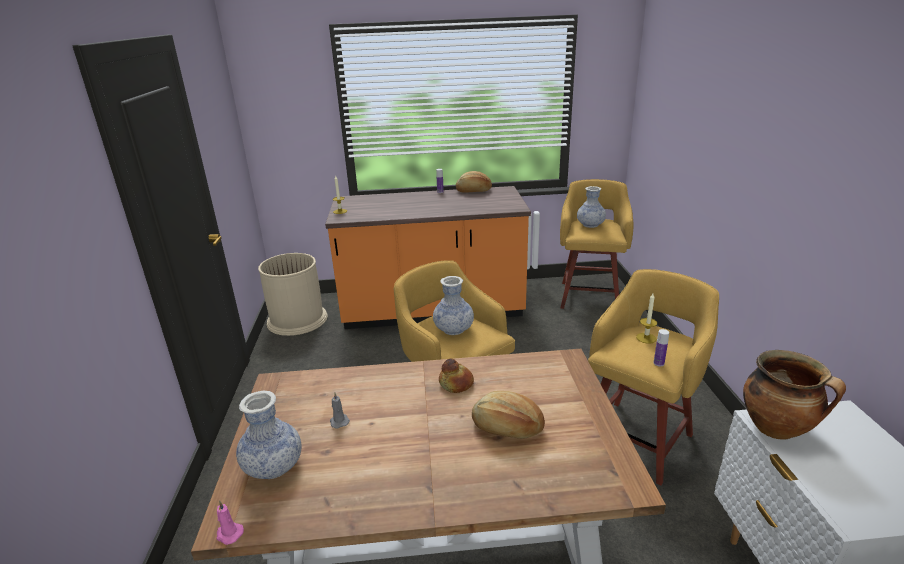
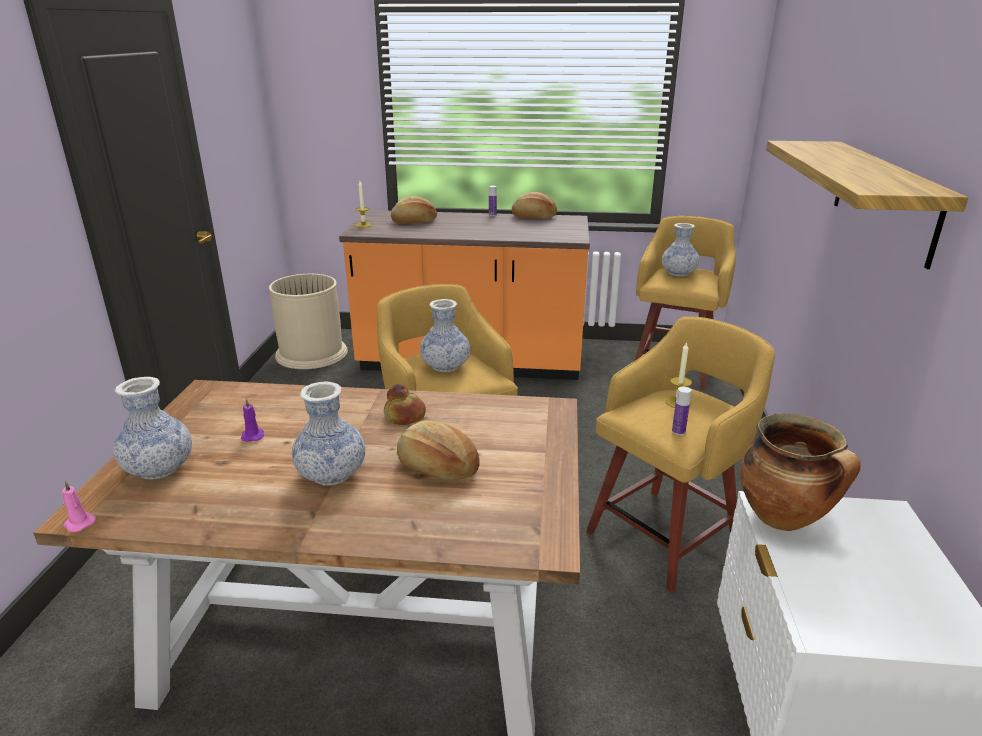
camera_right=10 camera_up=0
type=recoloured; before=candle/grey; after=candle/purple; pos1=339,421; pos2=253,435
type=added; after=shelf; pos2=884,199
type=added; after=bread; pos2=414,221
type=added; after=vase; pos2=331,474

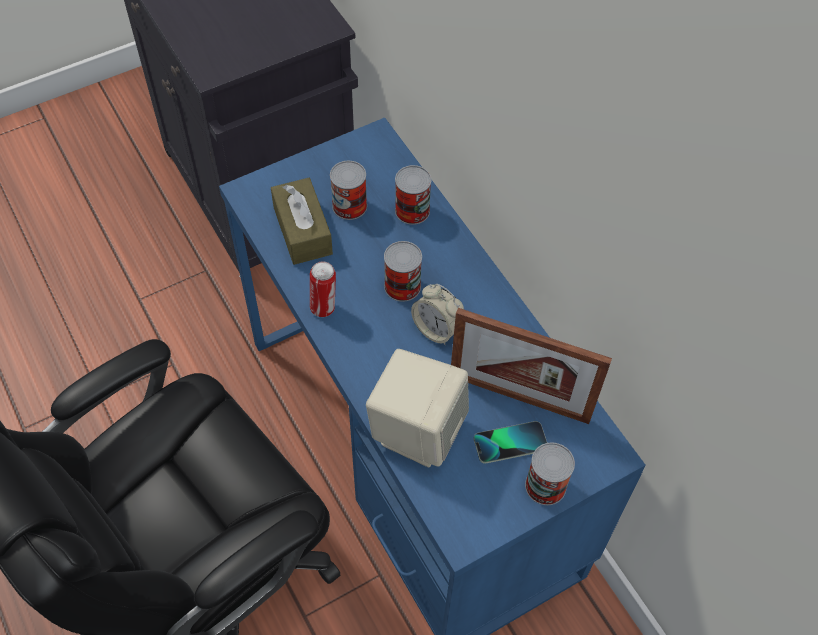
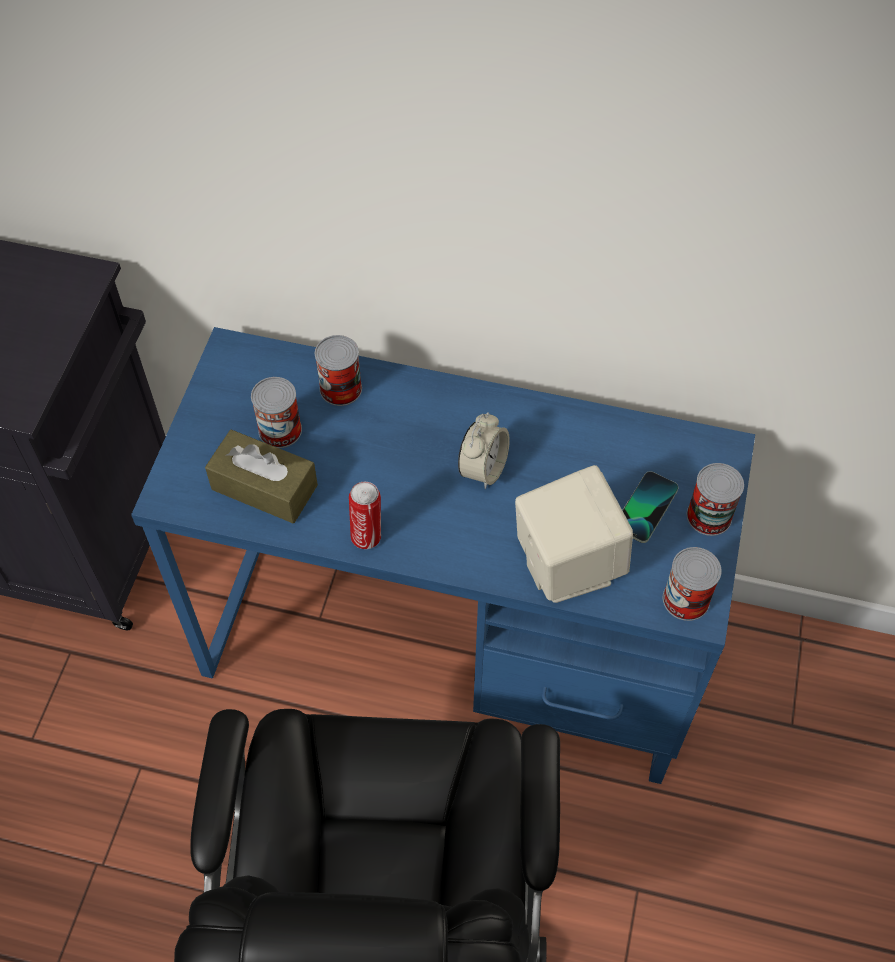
camera_right=-45 camera_up=0
type=moved; before=can; pos1=402,286; pos2=686,599
type=turned; before=alarm clock; pos1=437,329; pos2=483,469; turn=-60
type=removed; before=picture frame; pos1=519,397

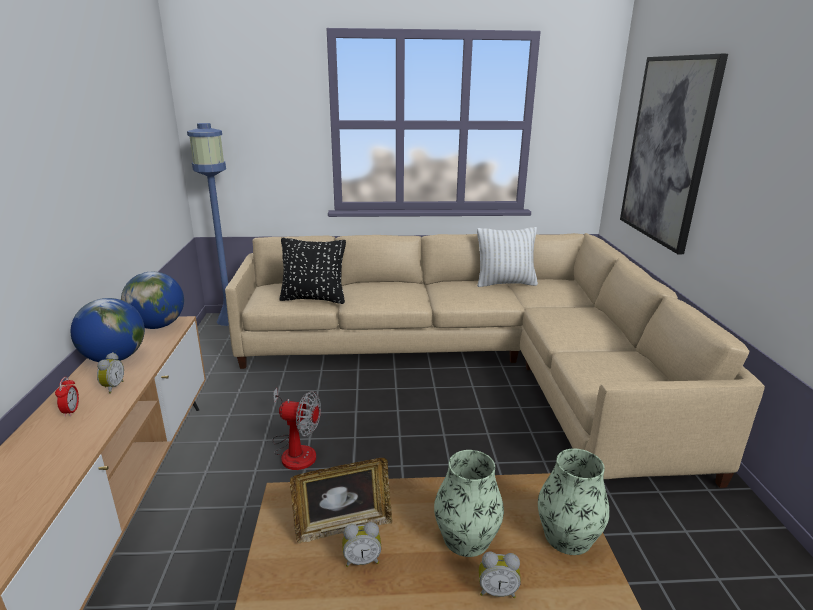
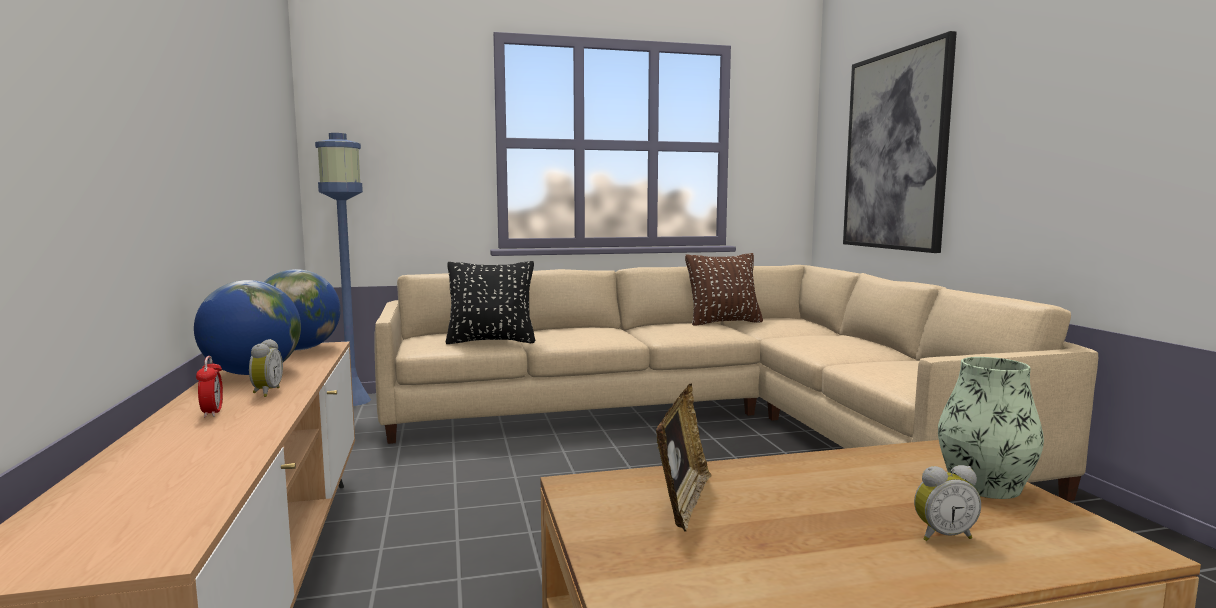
camera_right=-10 camera_up=-15
type=recoloured; before=pillow/white; after=pillow/brown; pos1=505,283; pos2=723,322
type=removed; before=fan; pos1=295,450
type=removed; before=vase; pos1=466,538
type=turned; before=picture frame; pos1=343,526; pos2=683,502; turn=-45
type=removed; before=alarm clock; pos1=362,560

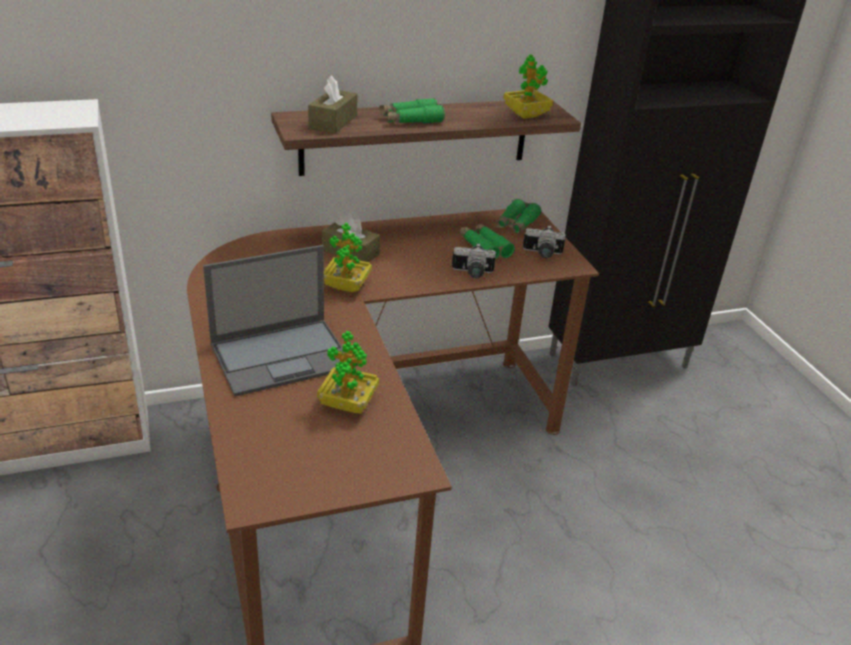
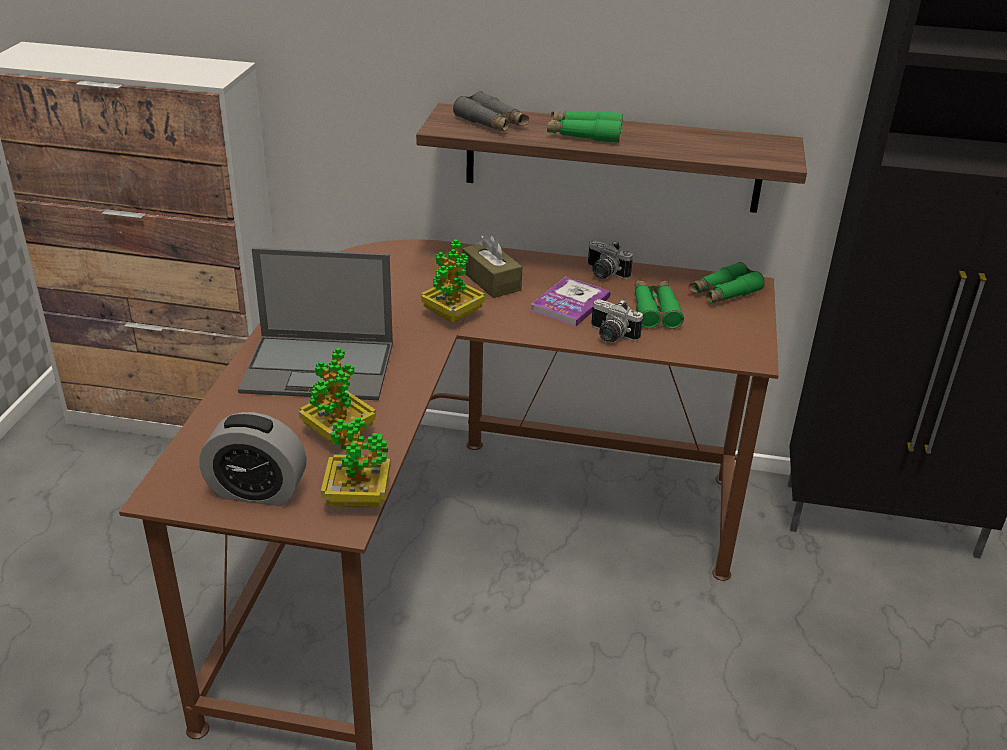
camera_right=30 camera_up=0
type=moved; before=potted plant; pos1=526,115; pos2=357,498
type=replaced; before=tissue box/brown; after=binoculars/grey; pos1=333,122; pos2=491,123
type=moved; before=photo camera; pos1=542,254; pos2=603,274
type=added; after=book; pos2=570,303
type=added; after=alarm clock; pos2=257,491

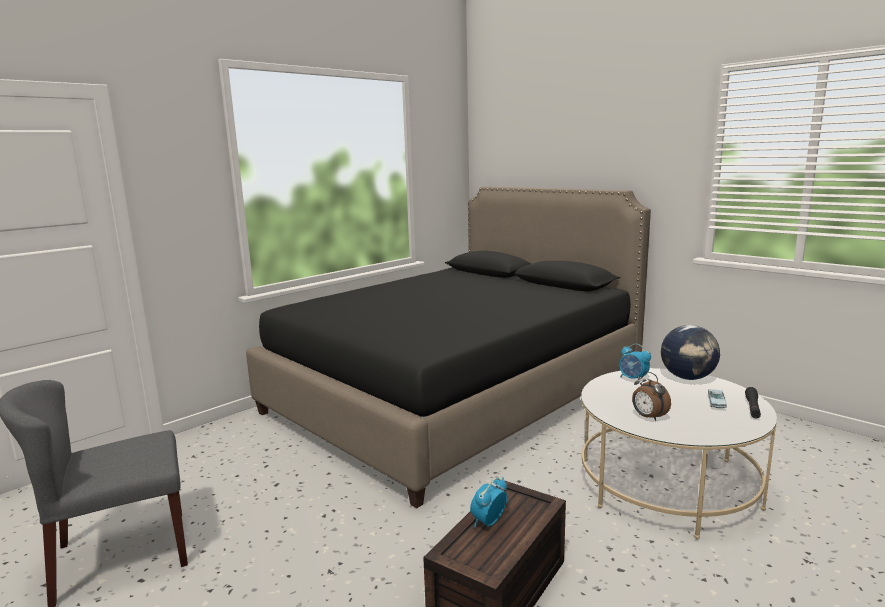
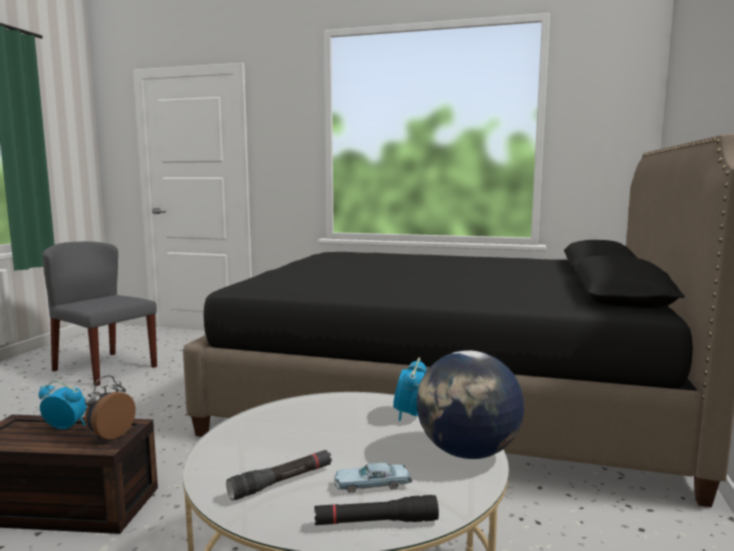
camera_right=60 camera_up=-5
type=moved; before=alarm clock; pos1=648,417; pos2=110,435
type=added; after=flashlight/black; pos2=282,482

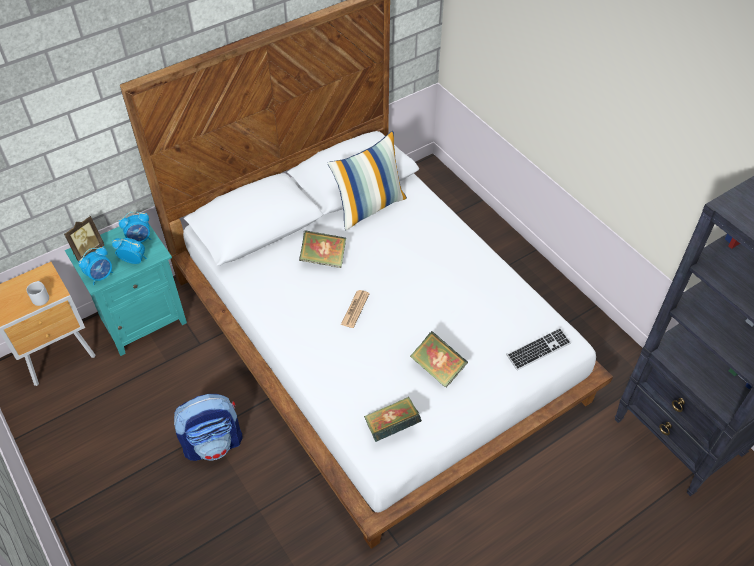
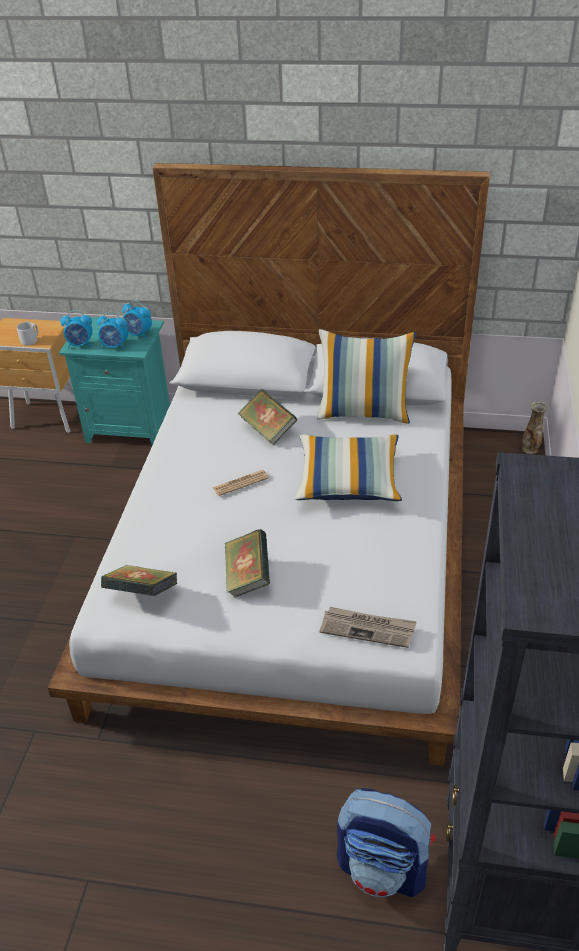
camera_right=45 camera_up=-10
type=removed; before=picture frame; pos1=88,251
type=turned; before=alarm clock; pos1=133,260; pos2=115,346; turn=135
type=replaced; before=keyboard; after=newspaper; pos1=538,350; pos2=368,628
type=moved; before=backpack; pos1=214,443; pos2=383,867
type=added; after=vase; pos2=530,449
type=added; after=pillow; pos2=348,480

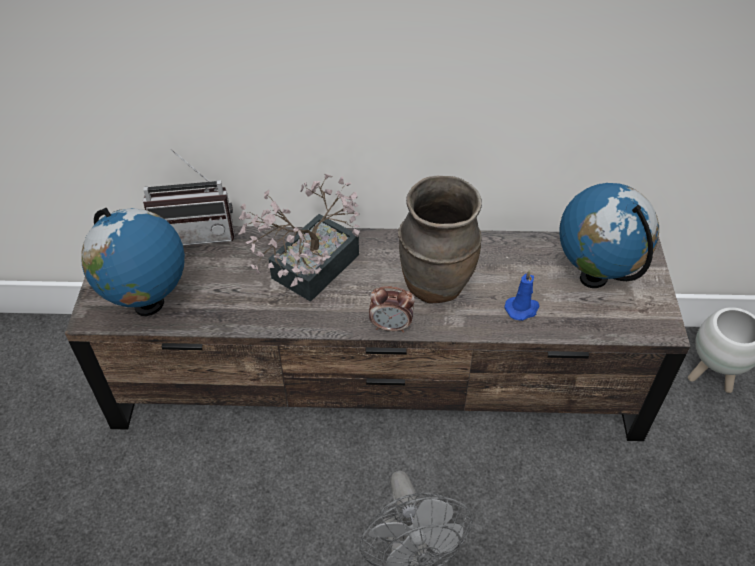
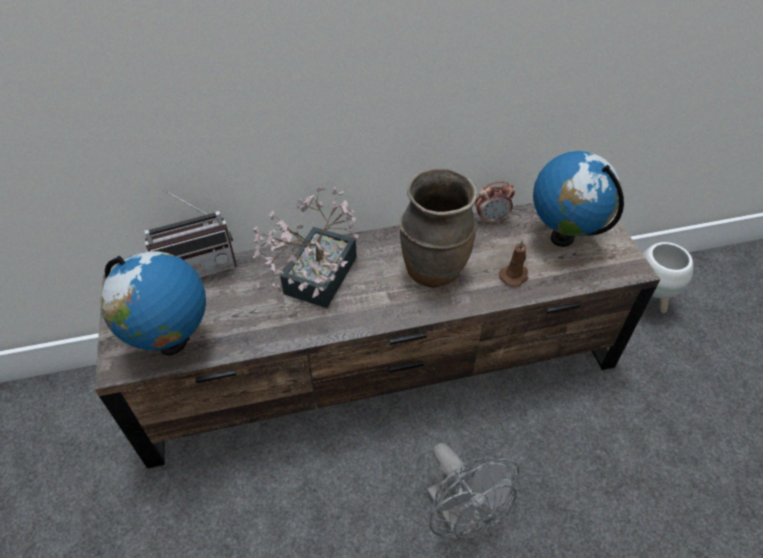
camera_right=-15 camera_up=0
type=recoloured; before=candle/blue; after=candle/brown; pos1=522,308; pos2=514,276
type=moved; before=alarm clock; pos1=391,326; pos2=491,219

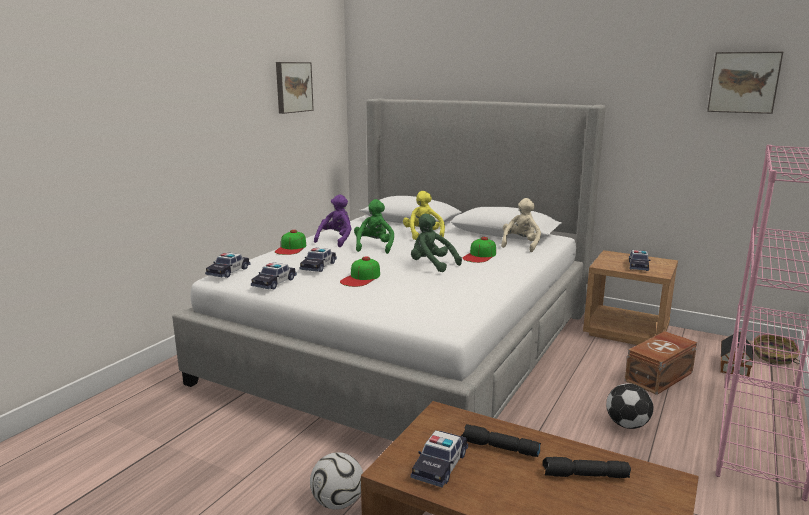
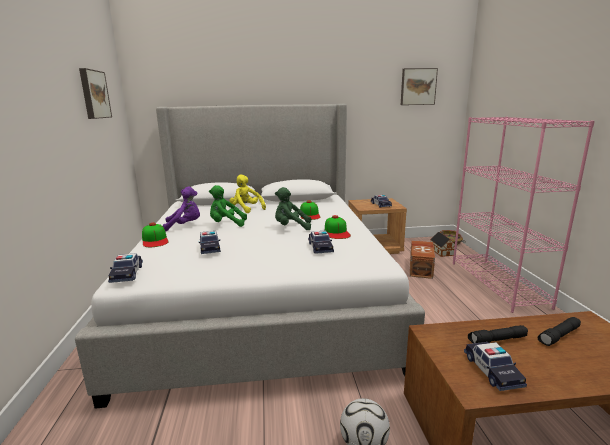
camera_right=-35 camera_up=0
type=turned; before=plush toy/purple; pos1=336,240; pos2=185,226; turn=90
type=removed; before=plush toy/beige; pos1=520,245
type=turned; before=plush toy/green; pos1=374,247; pos2=226,224; turn=-60
type=moved; before=cap; pos1=361,278; pos2=337,232
type=moved; before=toy car; pos1=274,283; pos2=320,247
type=removed; before=football; pos1=627,424

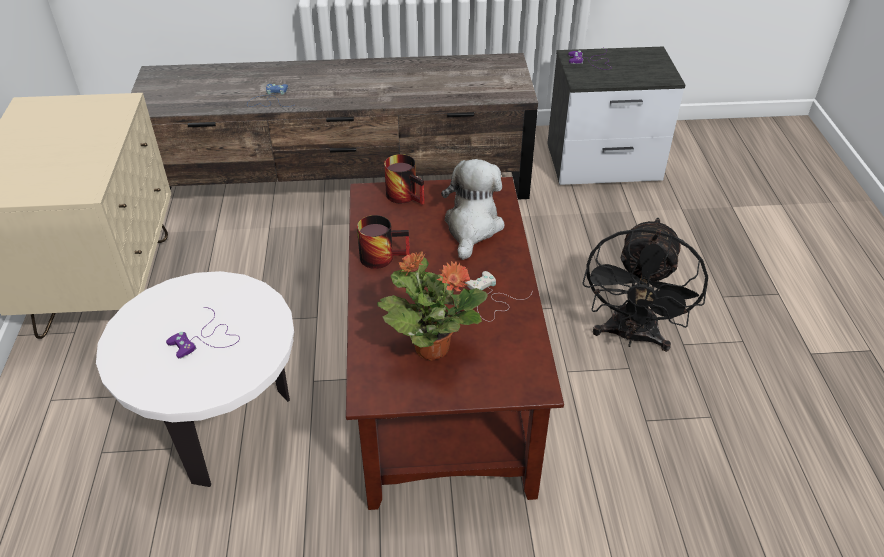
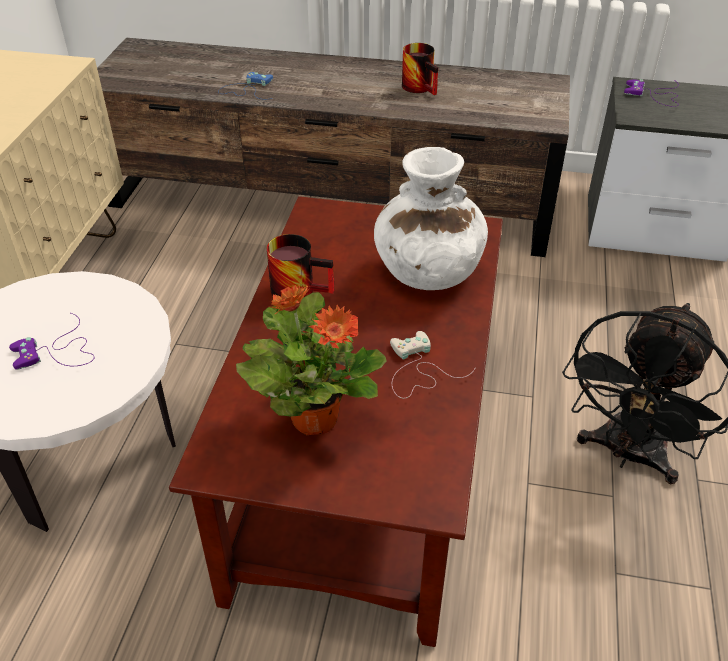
camera_right=15 camera_up=0
type=moved; before=mug; pos1=407,195; pos2=422,87
type=replaced; before=plush toy; after=vase/white; pos1=472,227; pos2=427,272

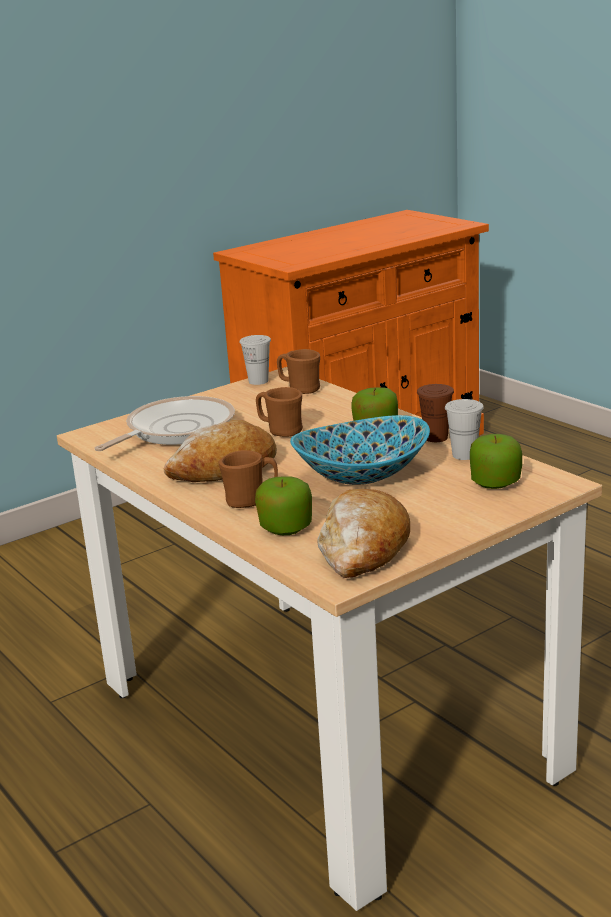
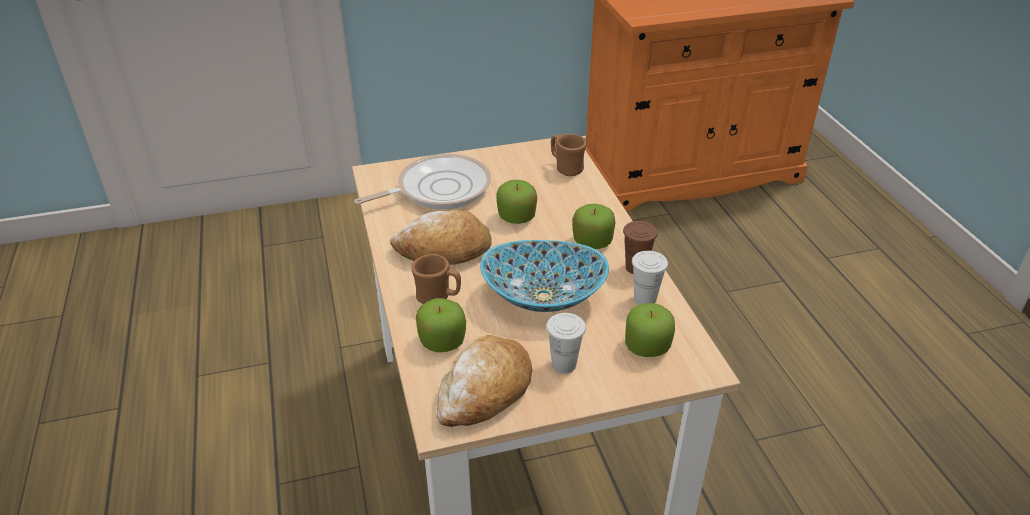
camera_right=20 camera_up=15
type=moved; before=cup/white; pos1=258,381; pos2=564,364
type=replaced; before=mug/brown; after=apple; pos1=280,431; pos2=516,217

